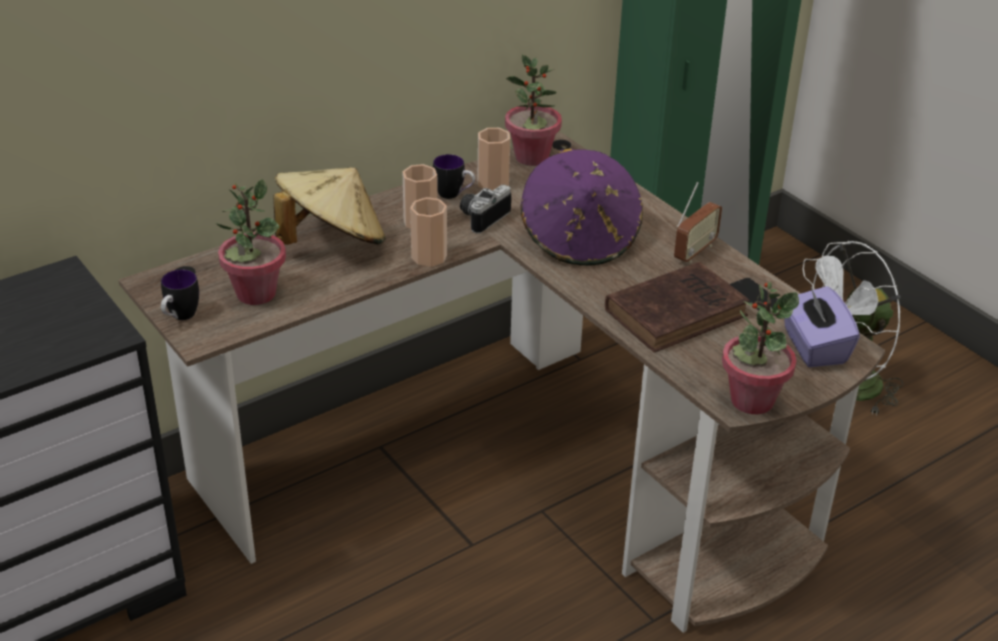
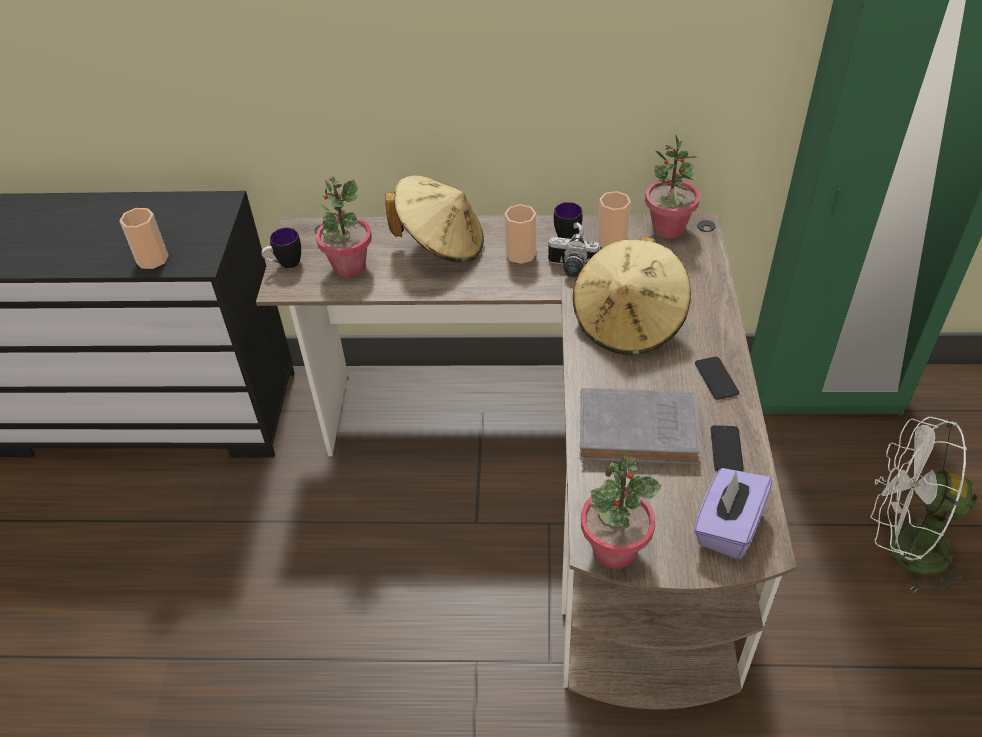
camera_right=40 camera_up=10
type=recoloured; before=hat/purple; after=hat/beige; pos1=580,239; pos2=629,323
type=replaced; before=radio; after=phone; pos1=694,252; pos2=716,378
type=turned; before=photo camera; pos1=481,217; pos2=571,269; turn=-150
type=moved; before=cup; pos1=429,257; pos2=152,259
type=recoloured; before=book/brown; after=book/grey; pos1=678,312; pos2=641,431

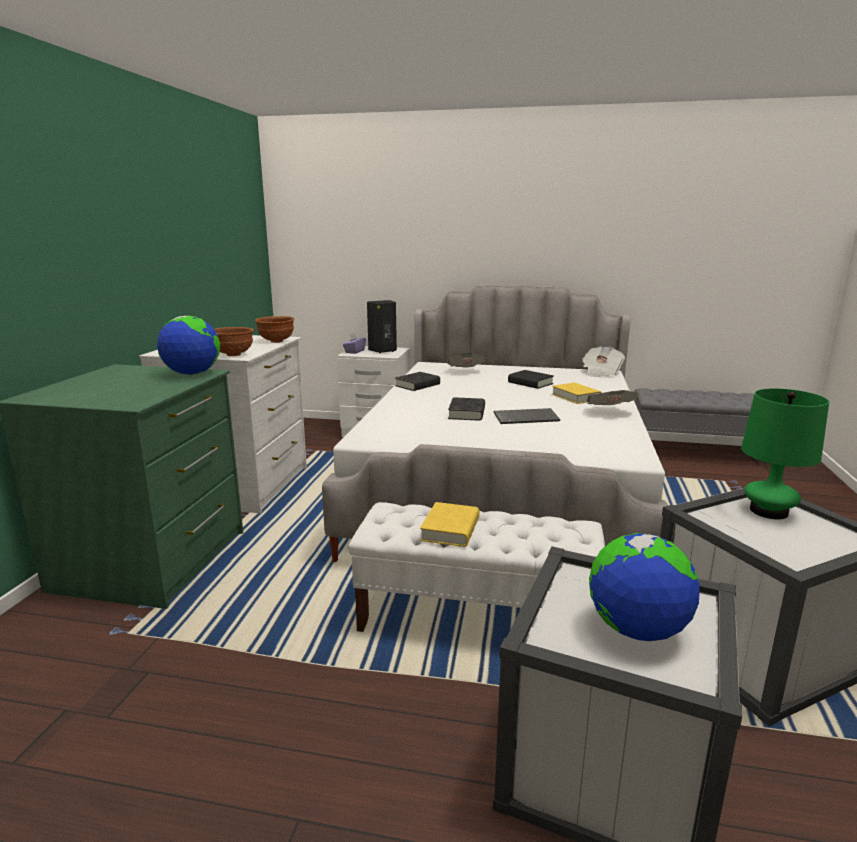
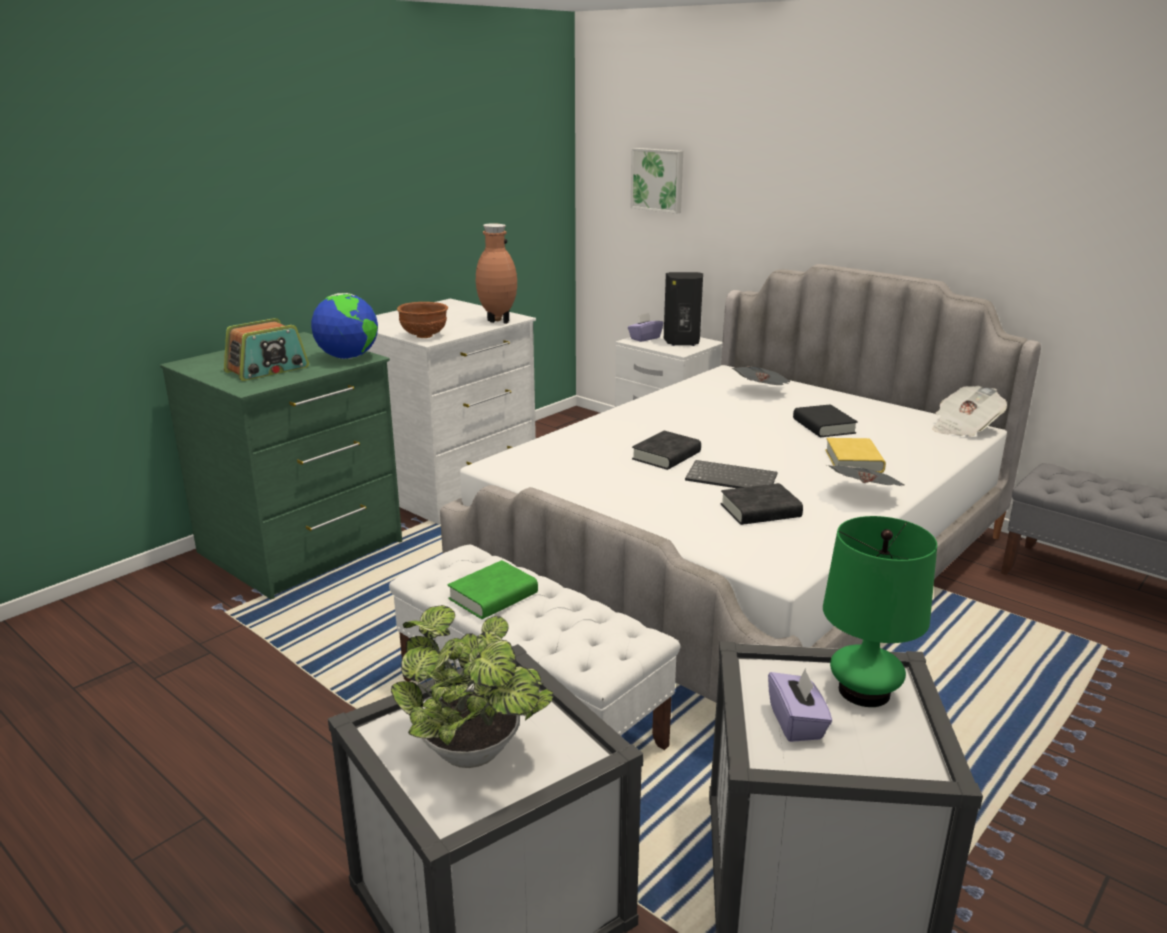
camera_right=30 camera_up=5
type=replaced; before=bowl/brown; after=vase/brown; pos1=276,341; pos2=497,322
type=moved; before=book/black; pos1=417,385; pos2=760,511
type=recoloured; before=book/yellow; after=book/green; pos1=450,530; pos2=493,596
type=replaced; before=globe; after=potted plant; pos1=637,630; pos2=476,755
type=added; after=picture; pos2=658,180
type=added; after=radio; pos2=267,369
type=added; after=tissue box/purple; pos2=796,723

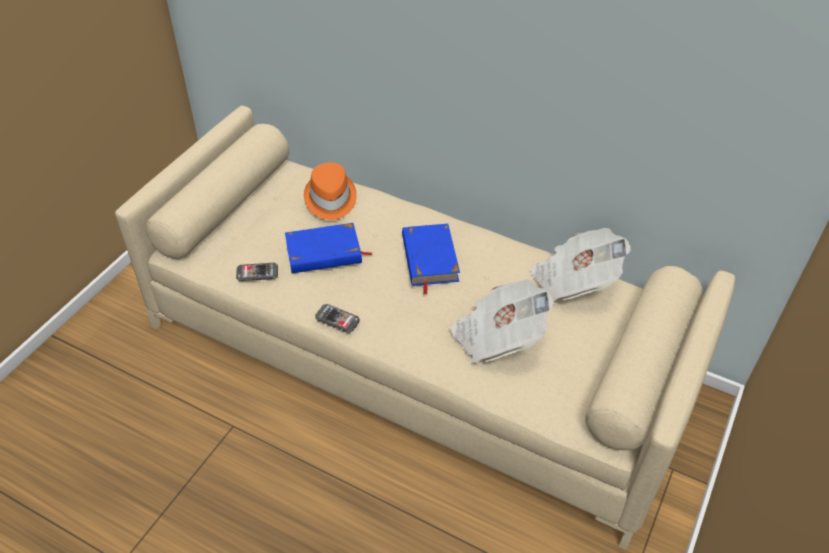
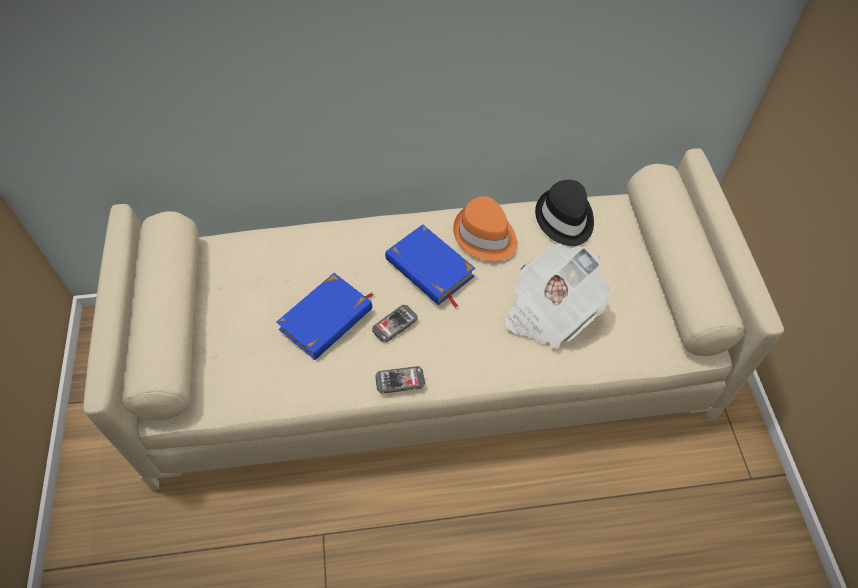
camera_right=-35 camera_up=10
type=moved; before=hat/orange; pos1=330,199; pos2=485,236
type=replaced; before=newspaper; after=hat/black; pos1=574,280; pos2=564,219
type=moved; before=phone; pos1=257,273; pos2=395,324

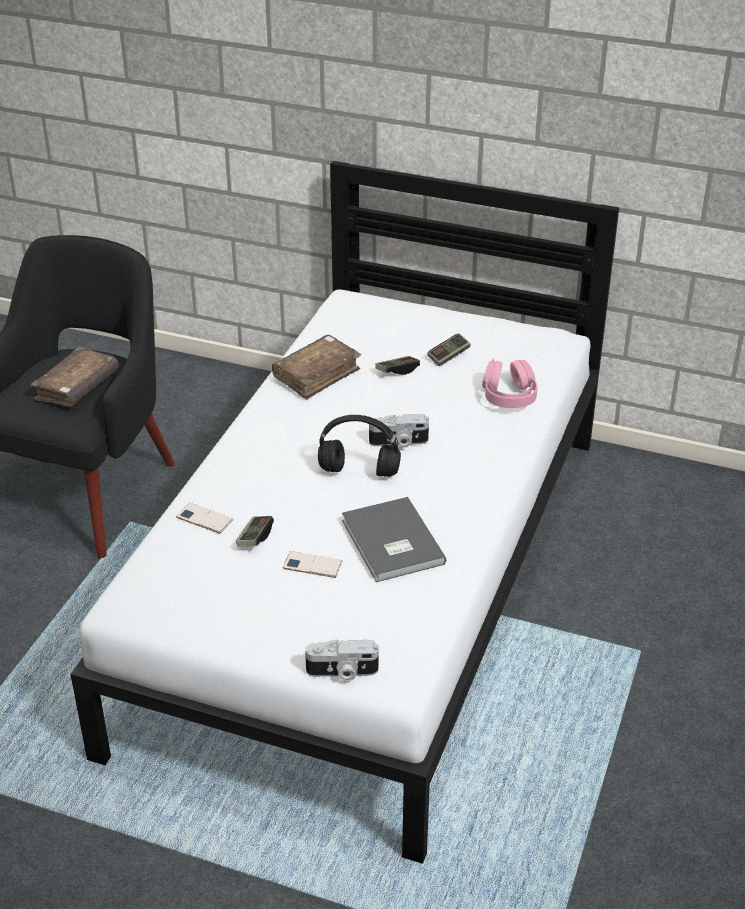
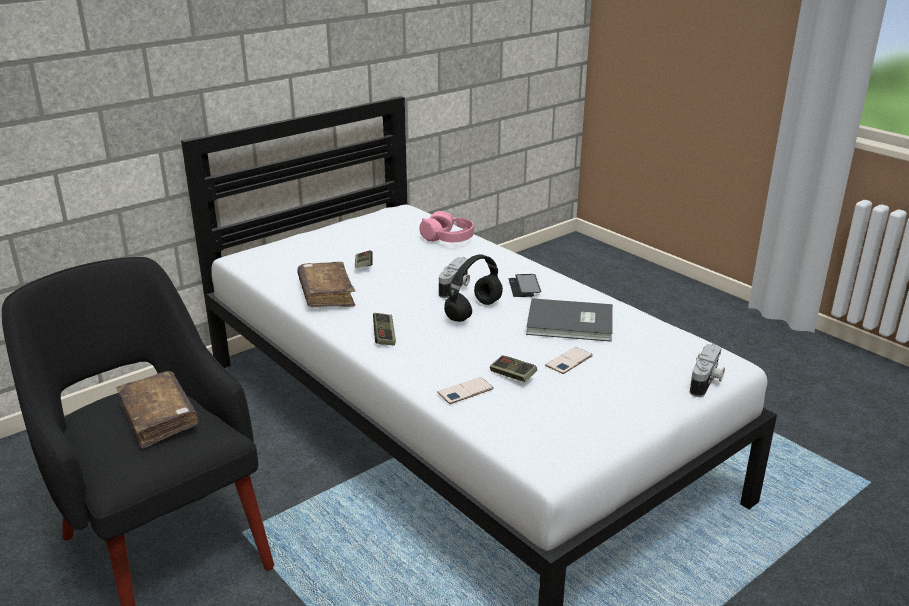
camera_right=-60 camera_up=-10
type=moved; before=game controller; pos1=448,356; pos2=384,336
type=added; after=phone; pos2=524,287

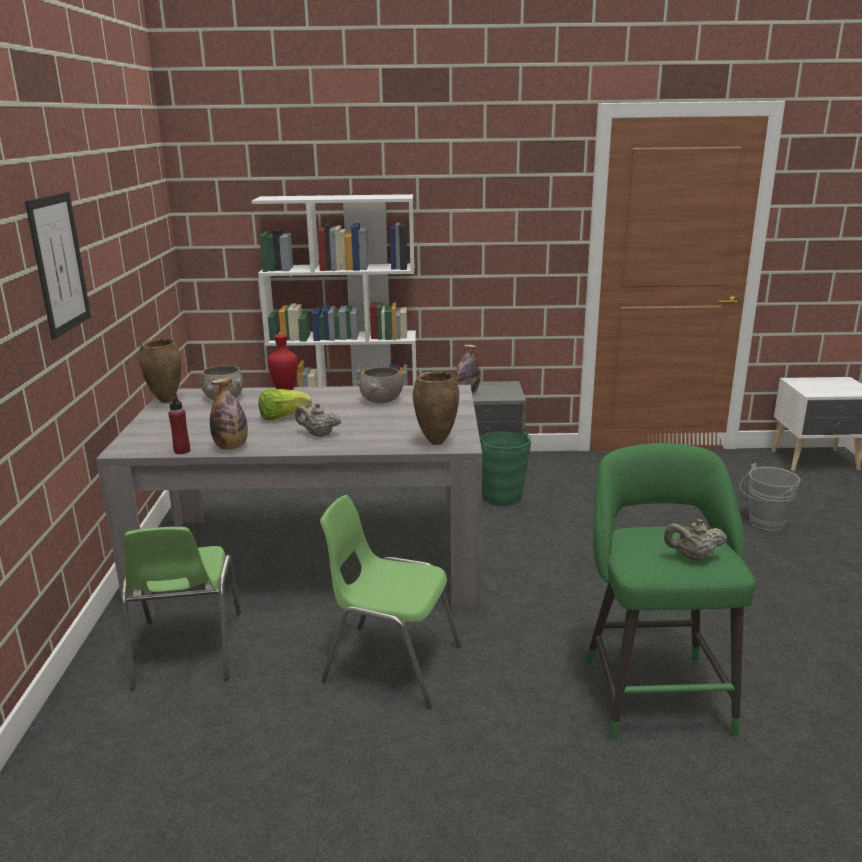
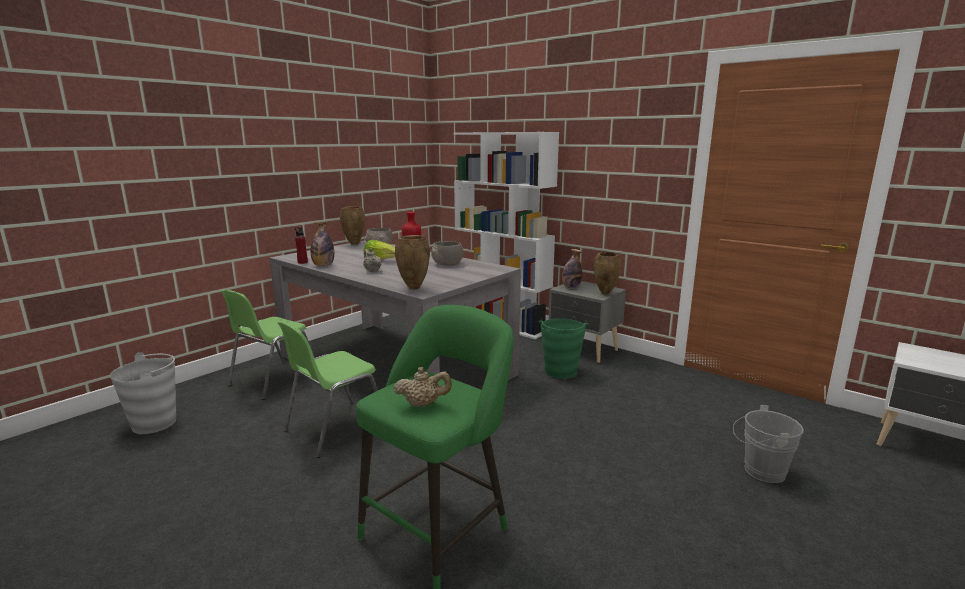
camera_right=40 camera_up=-5
type=removed; before=picture; pos1=59,264
type=turned; before=chair/green; pos1=390,663; pos2=335,429; turn=-105
type=turned; before=teapot/beige; pos1=693,557; pos2=423,404; turn=135
type=added; after=vase/brown; pos2=605,293
type=added; after=bucket/grey; pos2=155,423

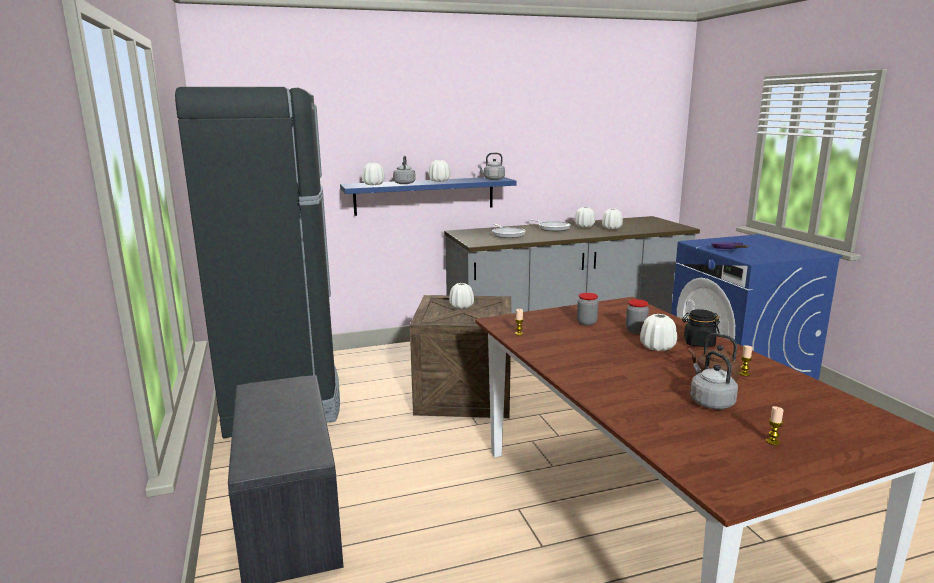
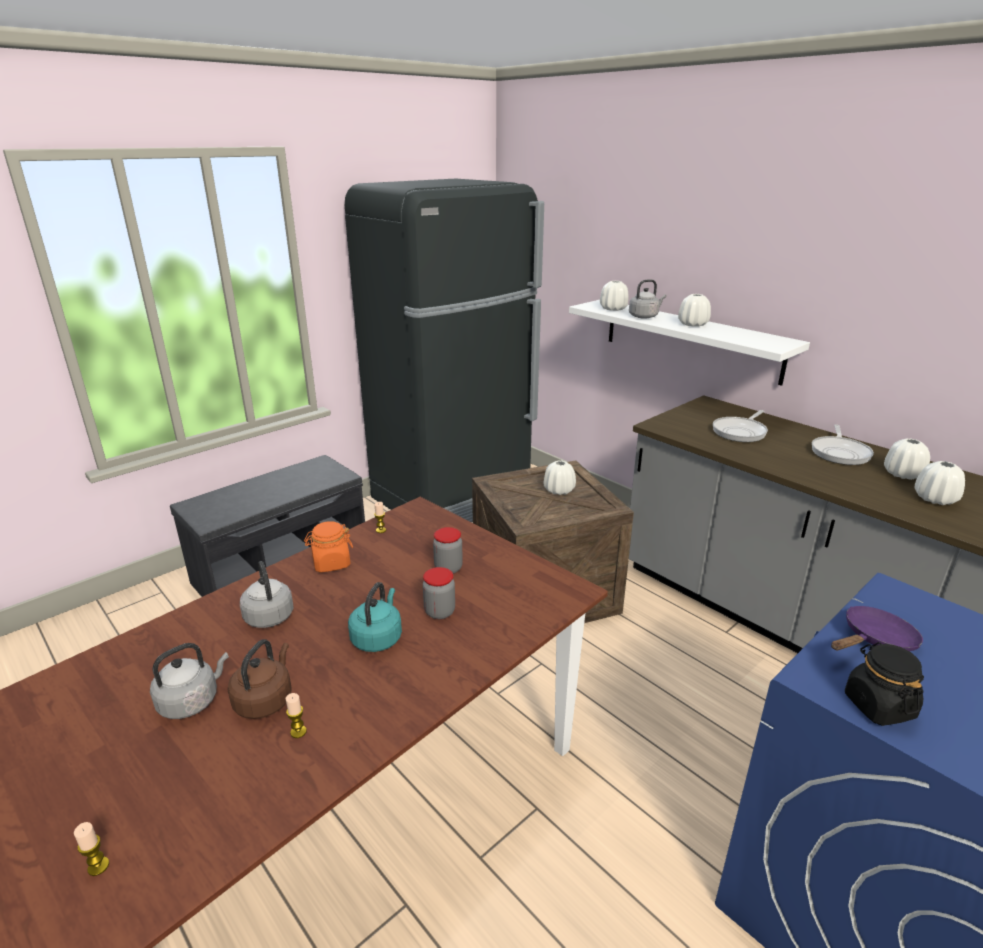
camera_right=65 camera_up=10
type=moved; before=kettle/grey; pos1=492,179; pos2=268,615
type=recoloured; before=shelf/blue; after=shelf/white; pos1=425,195; pos2=690,339
type=moved; before=jar/black; pos1=698,343; pos2=878,705
type=replaced; before=vase/white; after=kettle/turquoise; pos1=657,347; pos2=378,638
type=moved; before=candle; pos1=772,441; pos2=98,866
type=added; after=jar/orange; pos2=331,563

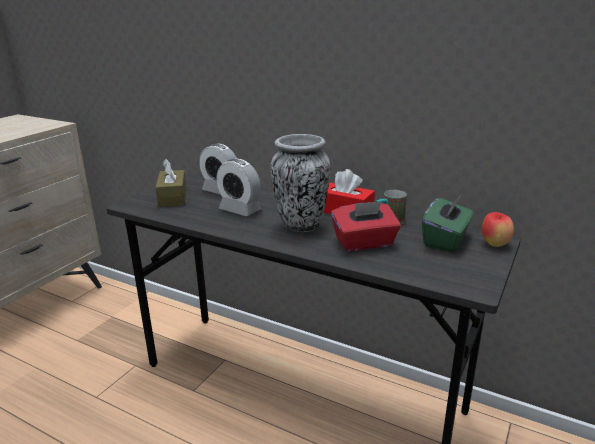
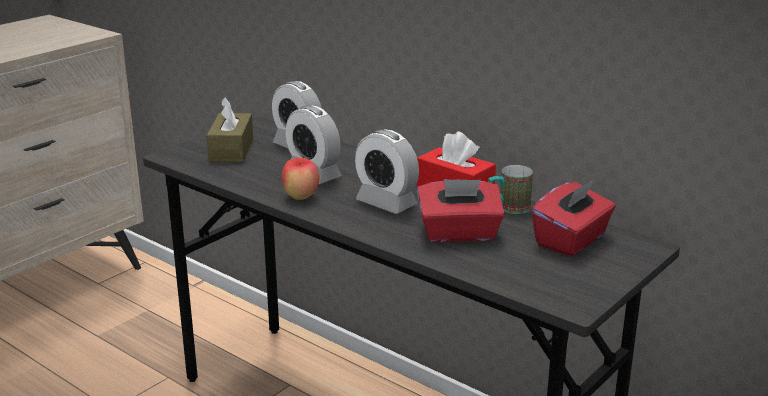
camera_right=10 camera_up=0
type=replaced; before=vase; after=alarm clock; pos1=301,225; pos2=386,203
type=recoloured; before=tissue box/green; after=tissue box/red; pos1=446,240; pos2=571,240
type=moved; before=apple; pos1=495,244; pos2=301,197

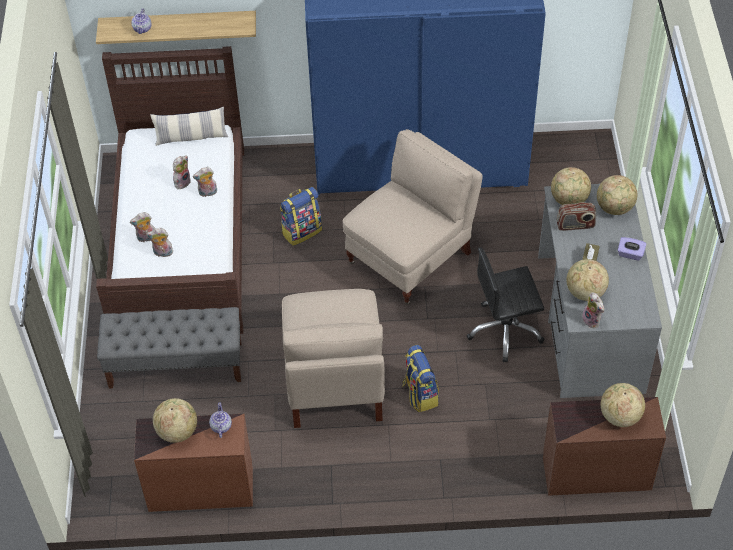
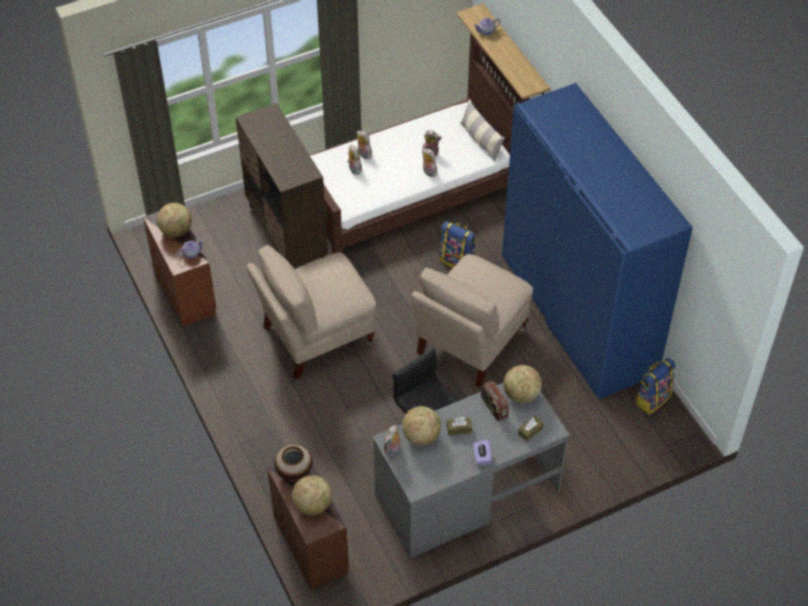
camera_right=65 camera_up=0
type=turned; before=chair/beige; pos1=411,257; pos2=470,342; turn=105
type=replaced; before=globe; after=tissue box/brown; pos1=614,208; pos2=530,431
type=replaced; before=bench/grey; after=cabinet/brown; pos1=176,365; pos2=287,234
type=moved; before=backpack; pos1=419,394; pos2=652,398
type=added; after=vase; pos2=294,472

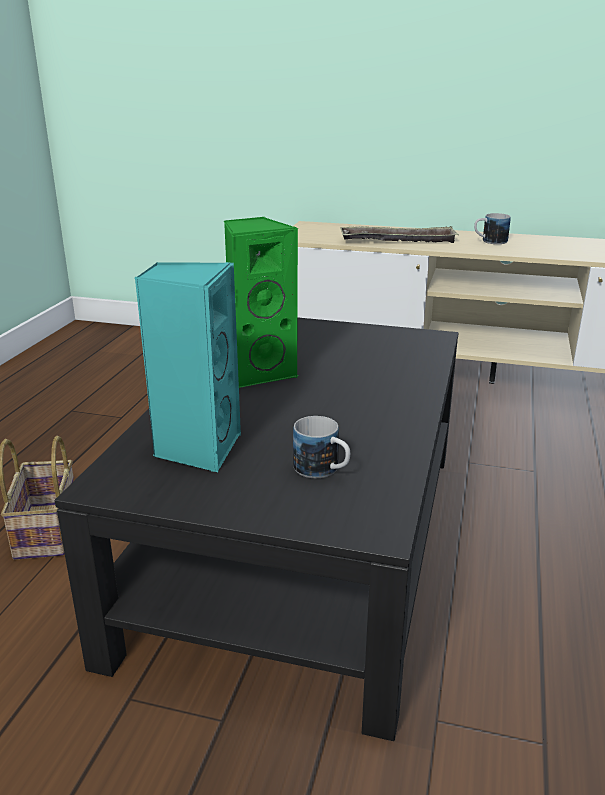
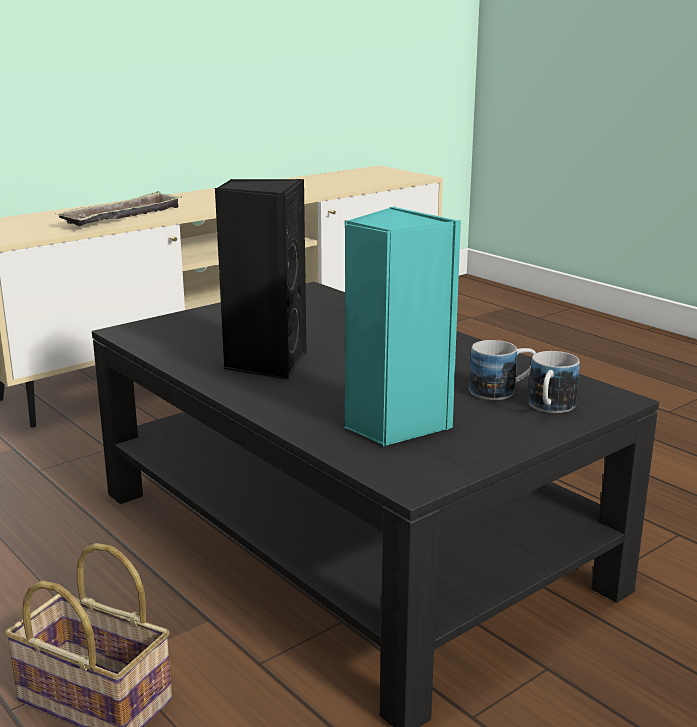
camera_right=-55 camera_up=-5
type=moved; before=mug; pos1=489,241; pos2=549,408
type=recoloured; before=speaker/green; after=speaker/black; pos1=260,372; pos2=265,363

